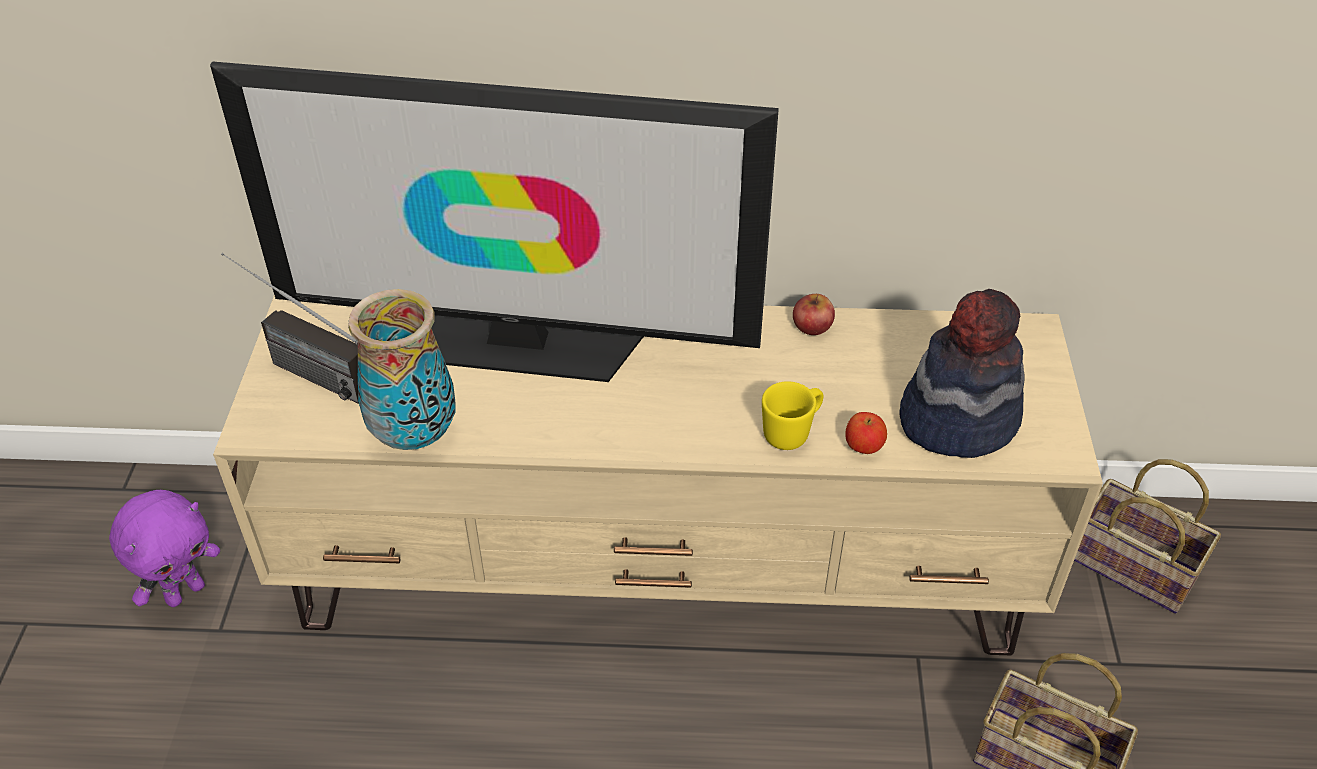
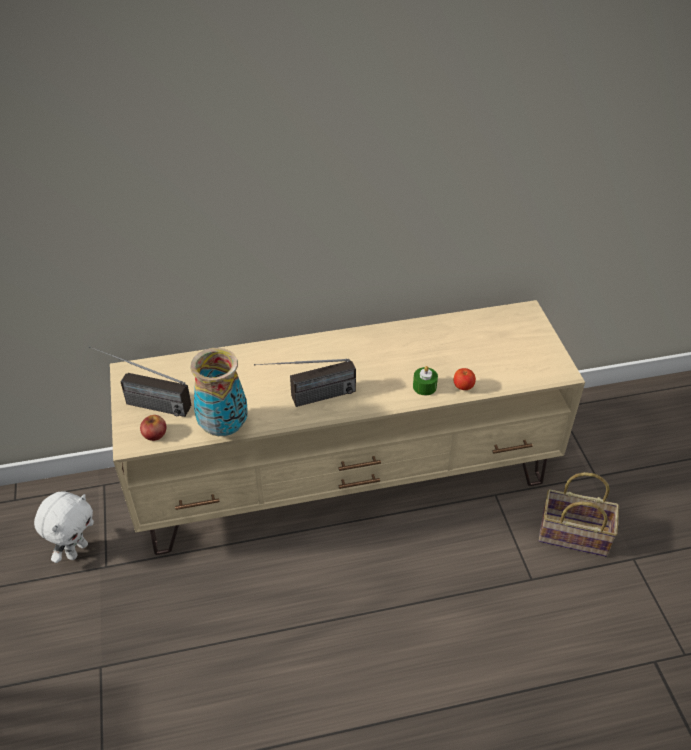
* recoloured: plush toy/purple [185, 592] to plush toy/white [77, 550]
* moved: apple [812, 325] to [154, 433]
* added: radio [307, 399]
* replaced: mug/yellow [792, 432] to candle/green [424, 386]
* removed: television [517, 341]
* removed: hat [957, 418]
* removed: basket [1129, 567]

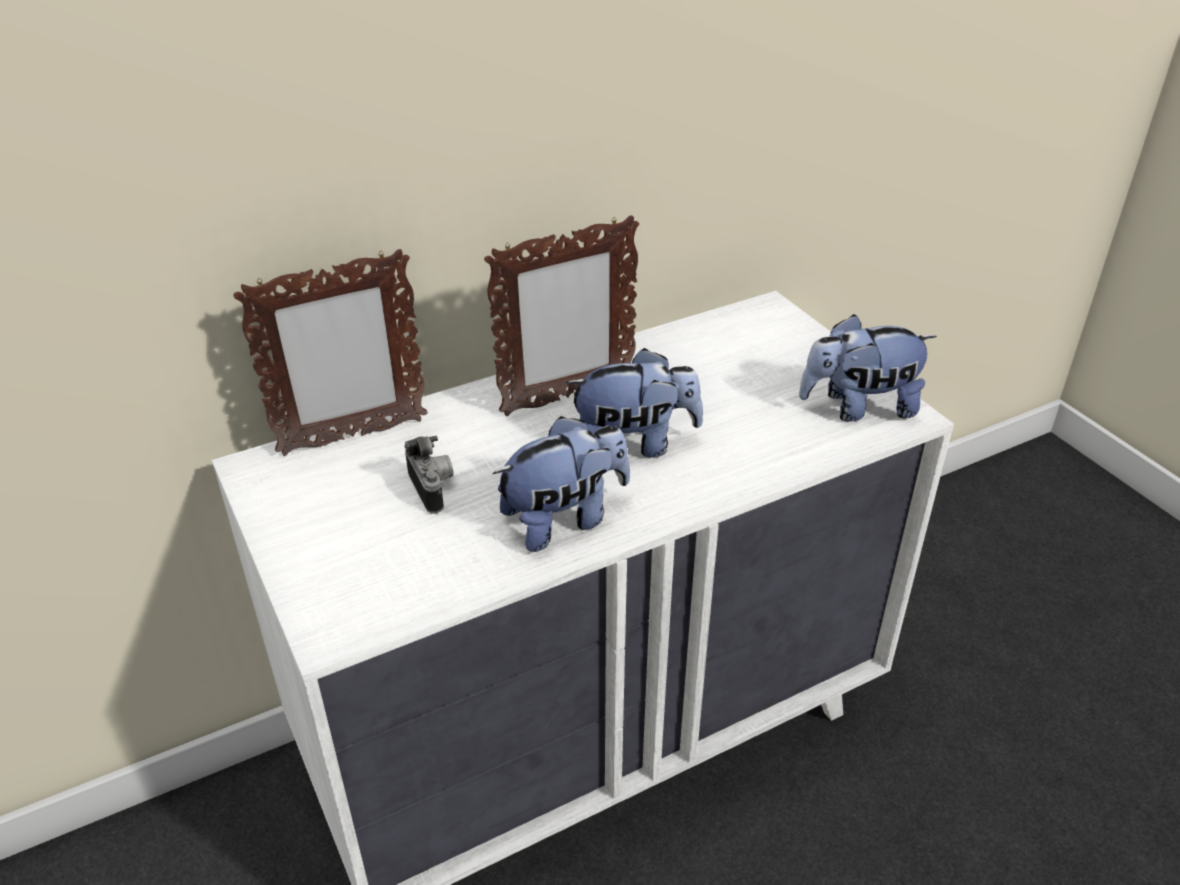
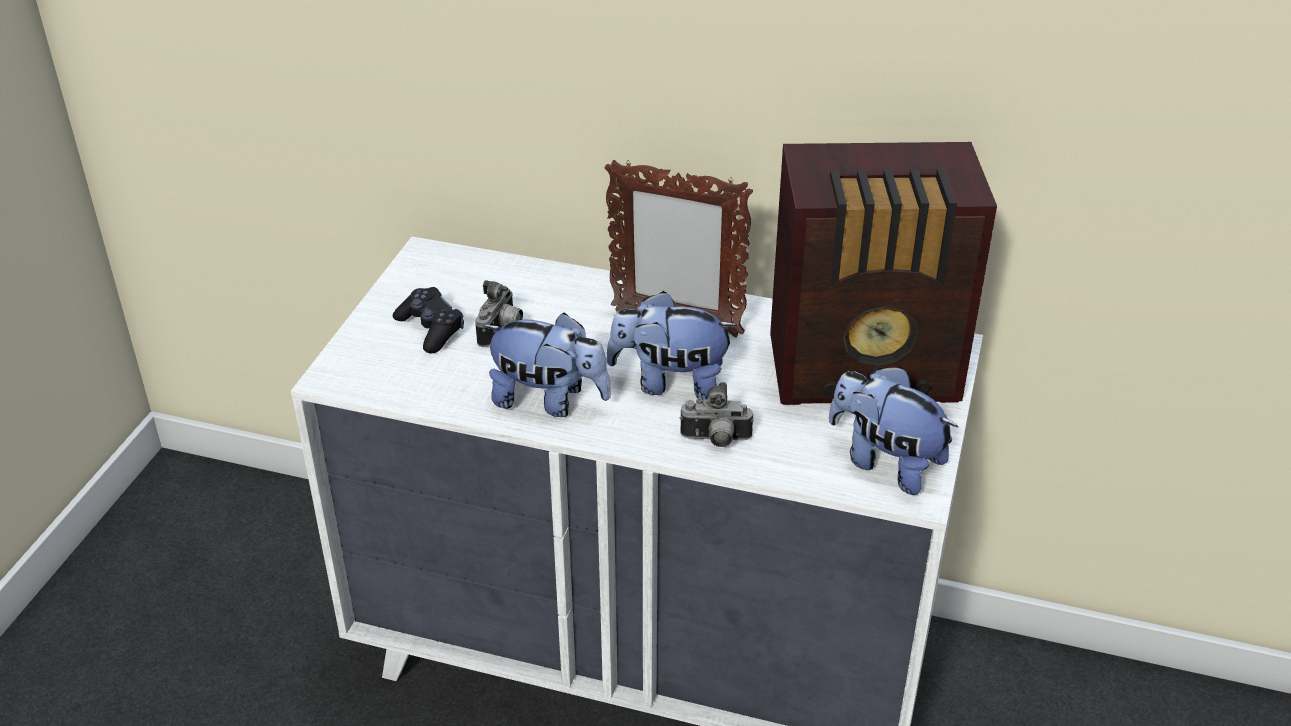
* added: game controller/black [431, 329]
* turned: plush toy [634, 445] = [670, 383] 150 degrees clockwise
* added: photo camera [715, 440]
* added: radio [868, 371]
* removed: picture frame [352, 437]

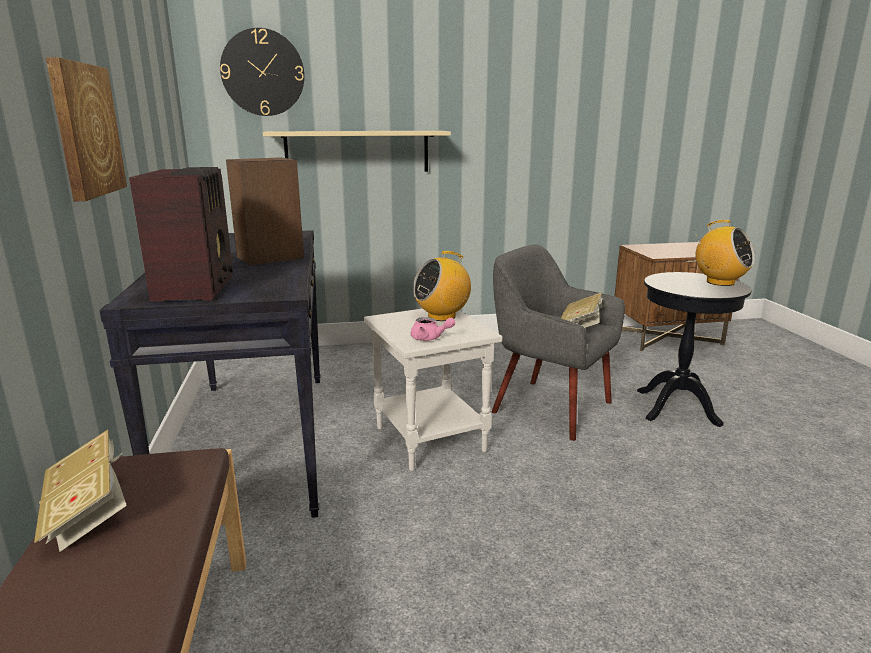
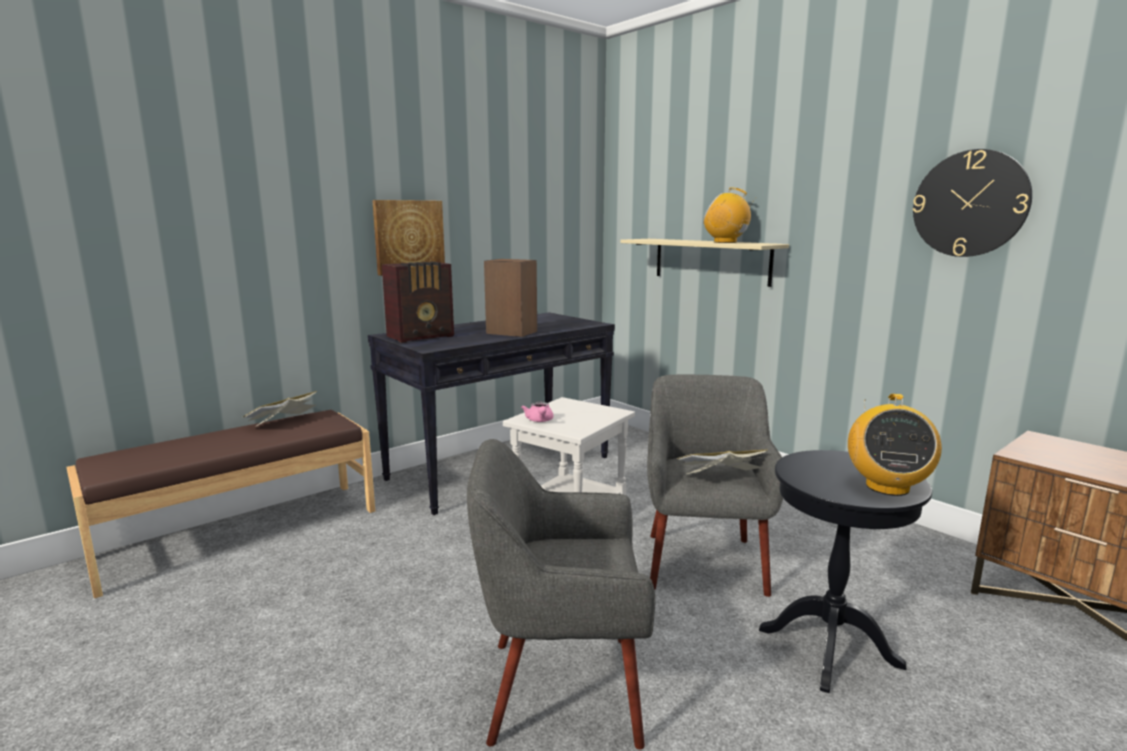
* added: armchair/grey [561, 688]
* moved: radio [442, 316] to [725, 242]
* moved: wall clock [263, 73] to [970, 204]

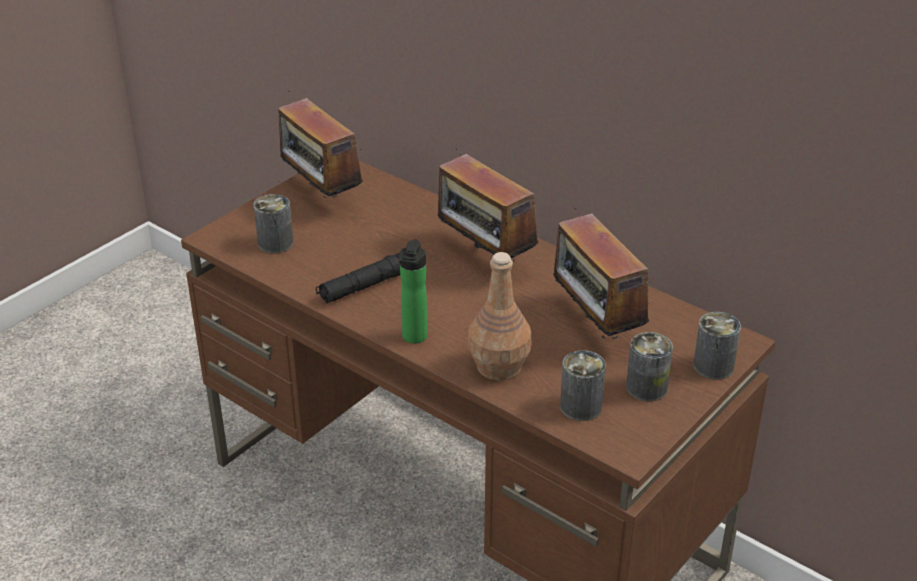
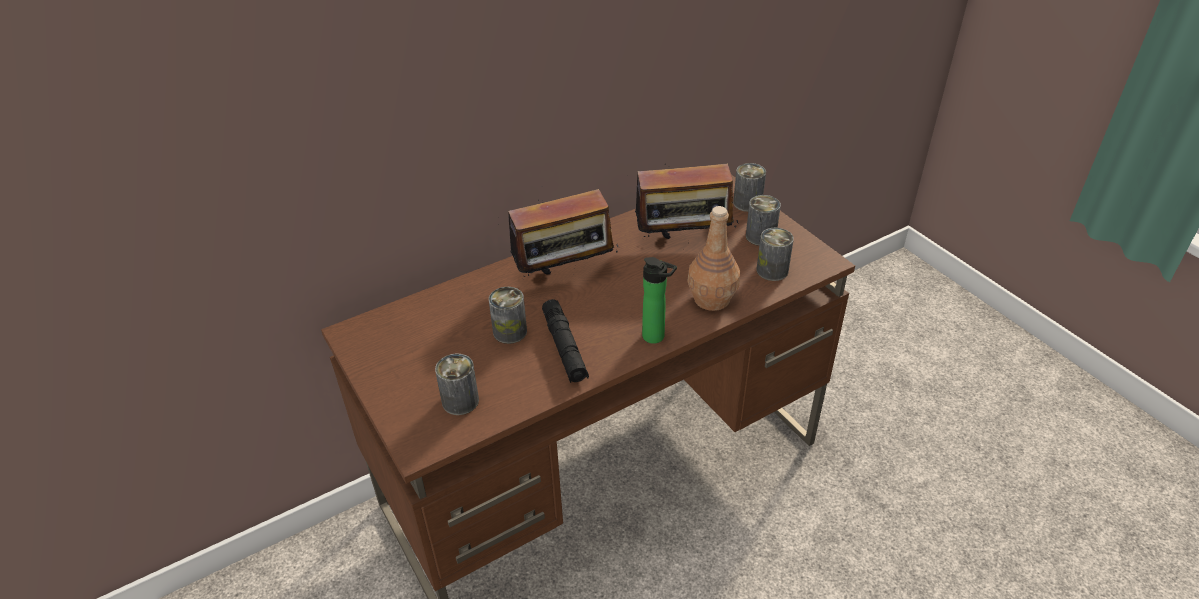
* added: can [510, 331]
* removed: radio [321, 197]

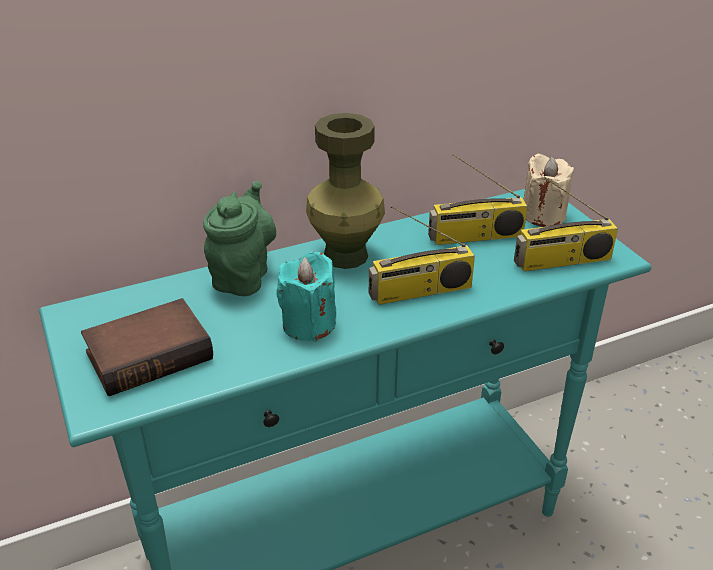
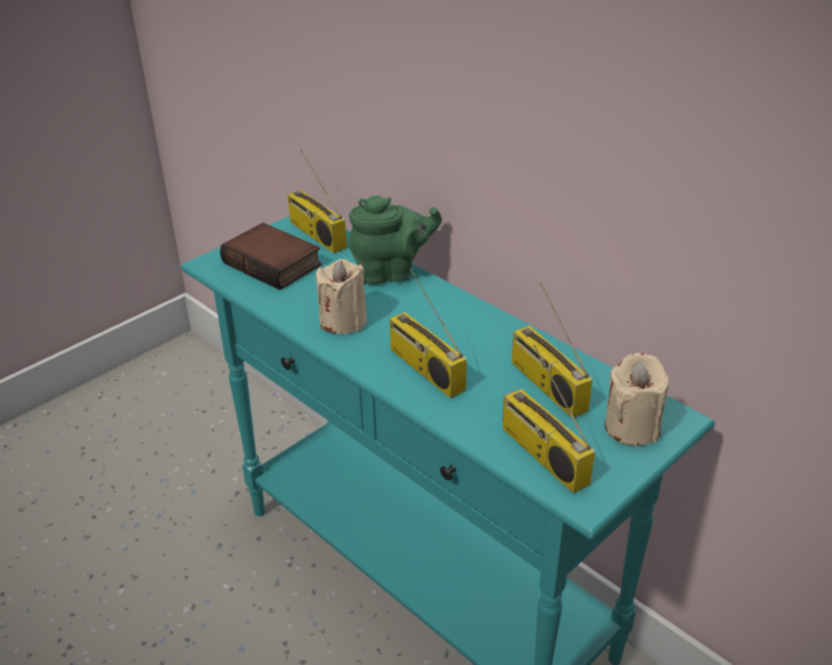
* added: radio [315, 234]
* recoloured: candle/turquoise [309, 324] to candle/beige [343, 321]
* removed: vase/green [345, 256]

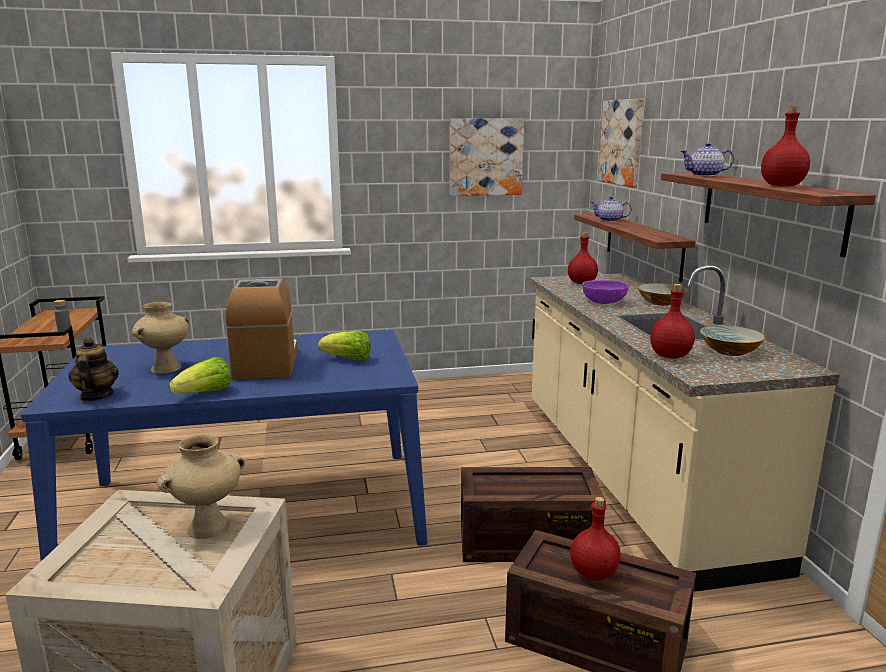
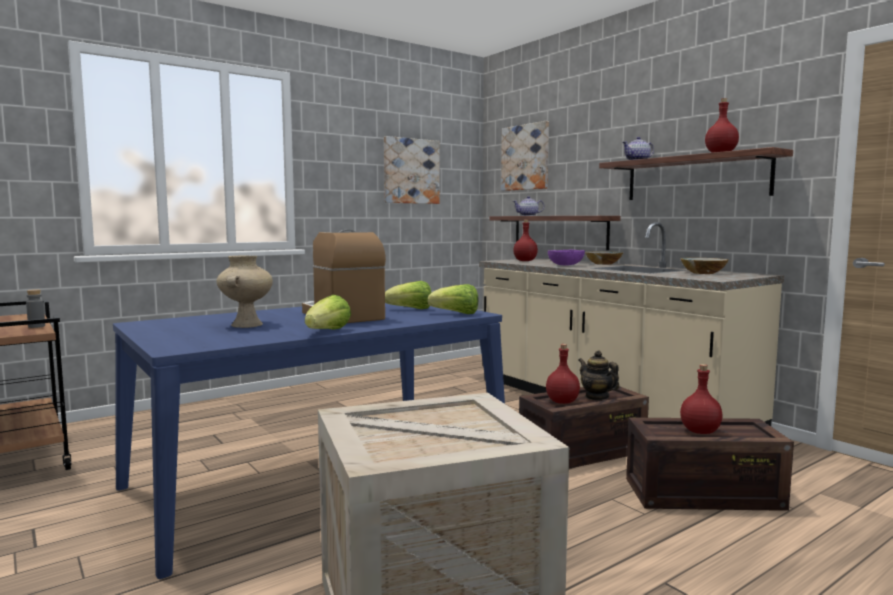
* added: lettuce [456, 314]
* moved: bottle/red [670, 356] to [562, 401]
* moved: teapot [96, 396] to [597, 397]
* removed: vase/beige [209, 526]

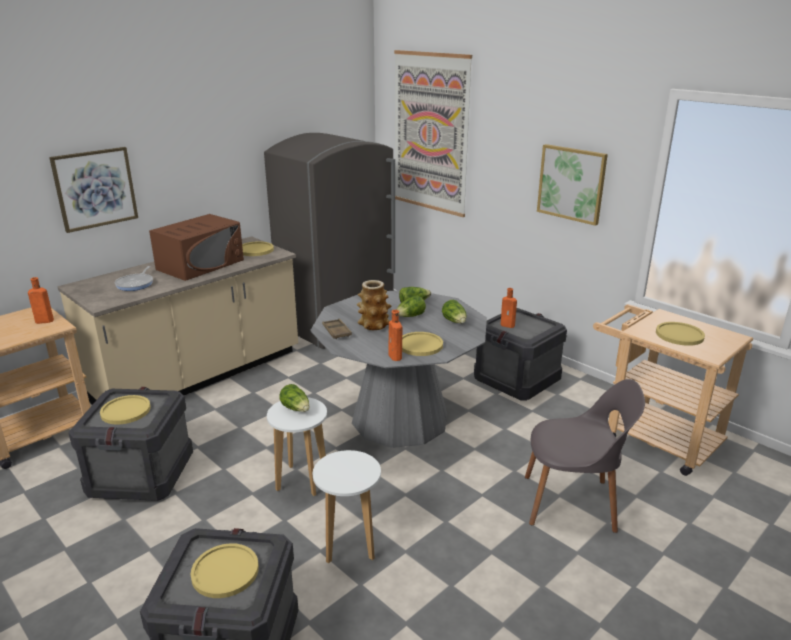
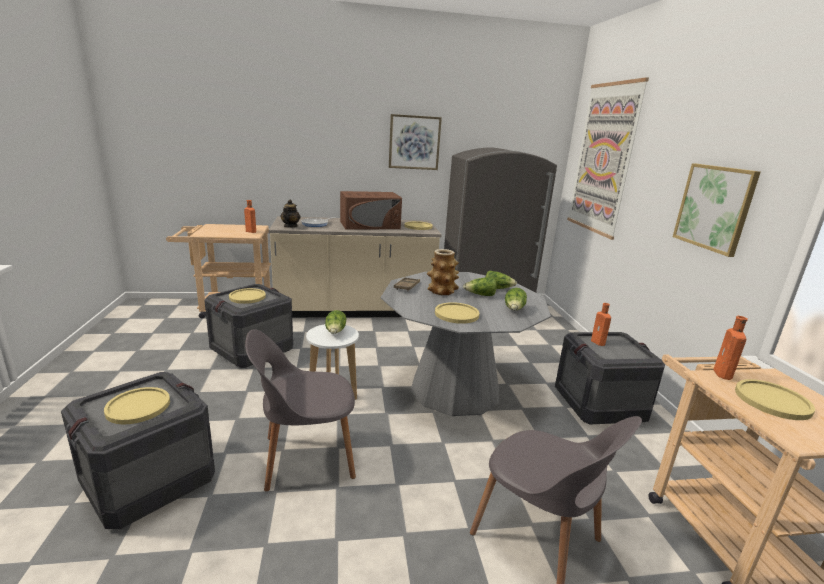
* replaced: stool/white [349, 545] to chair/grey [305, 457]
* added: teapot [290, 226]
* moved: picture [95, 188] to [414, 142]
* moved: bottle/orange [395, 357] to [723, 375]

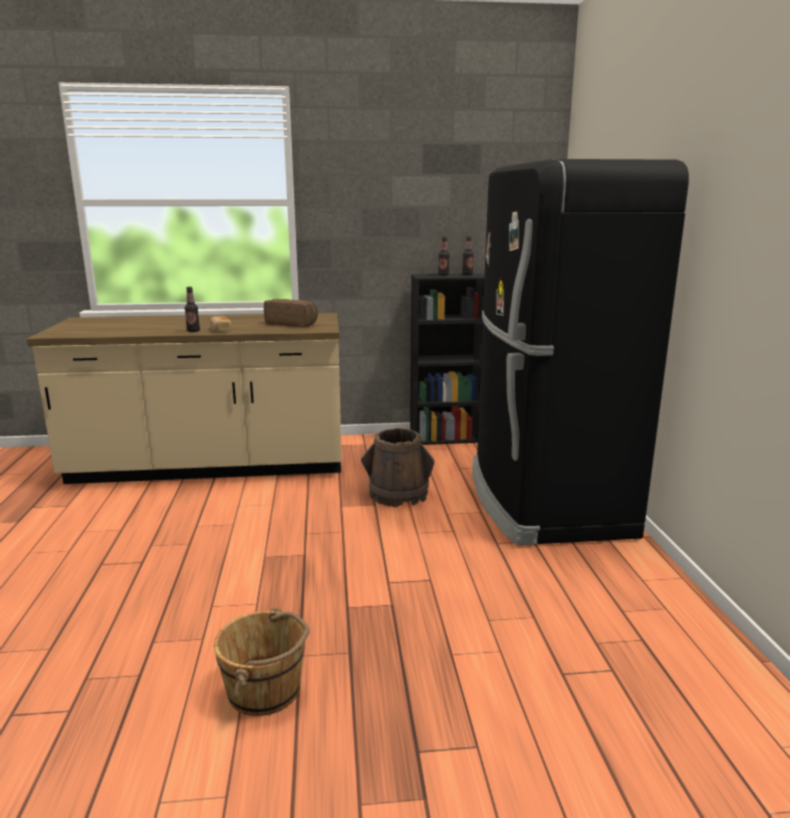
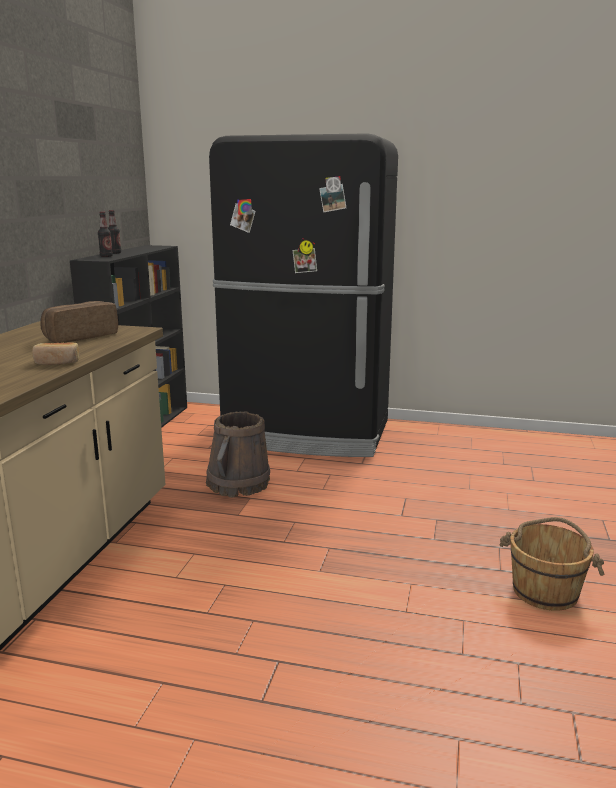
* removed: bottle [193, 331]

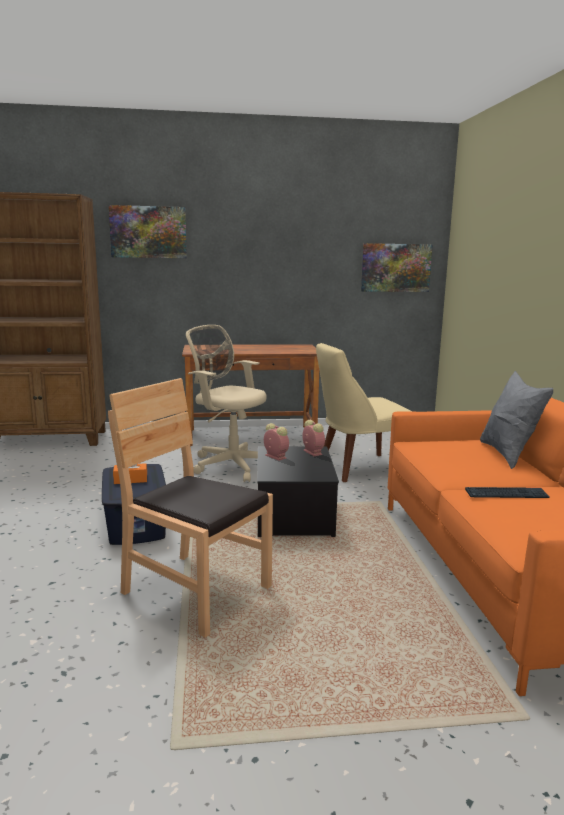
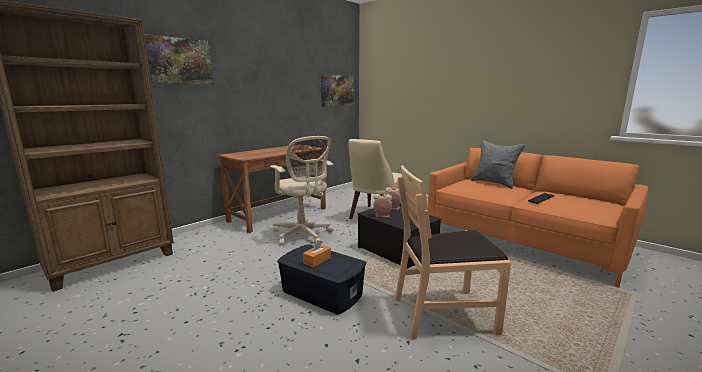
* turned: office chair/beige [230, 464] = [303, 235] 120 degrees counterclockwise

